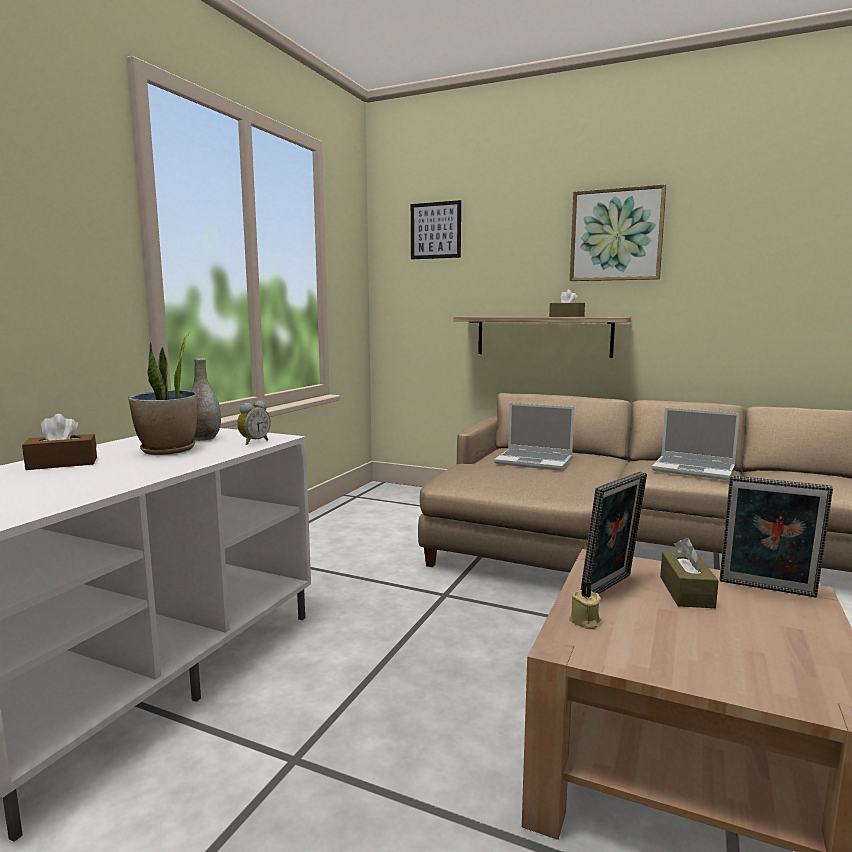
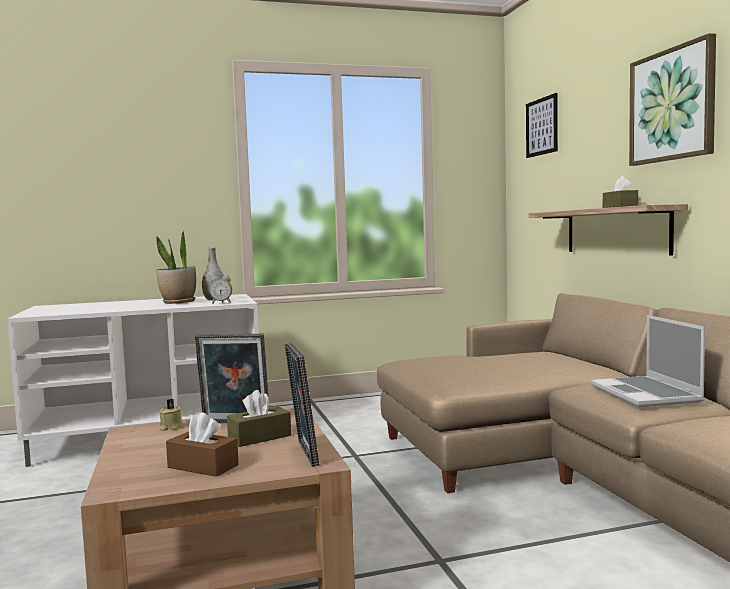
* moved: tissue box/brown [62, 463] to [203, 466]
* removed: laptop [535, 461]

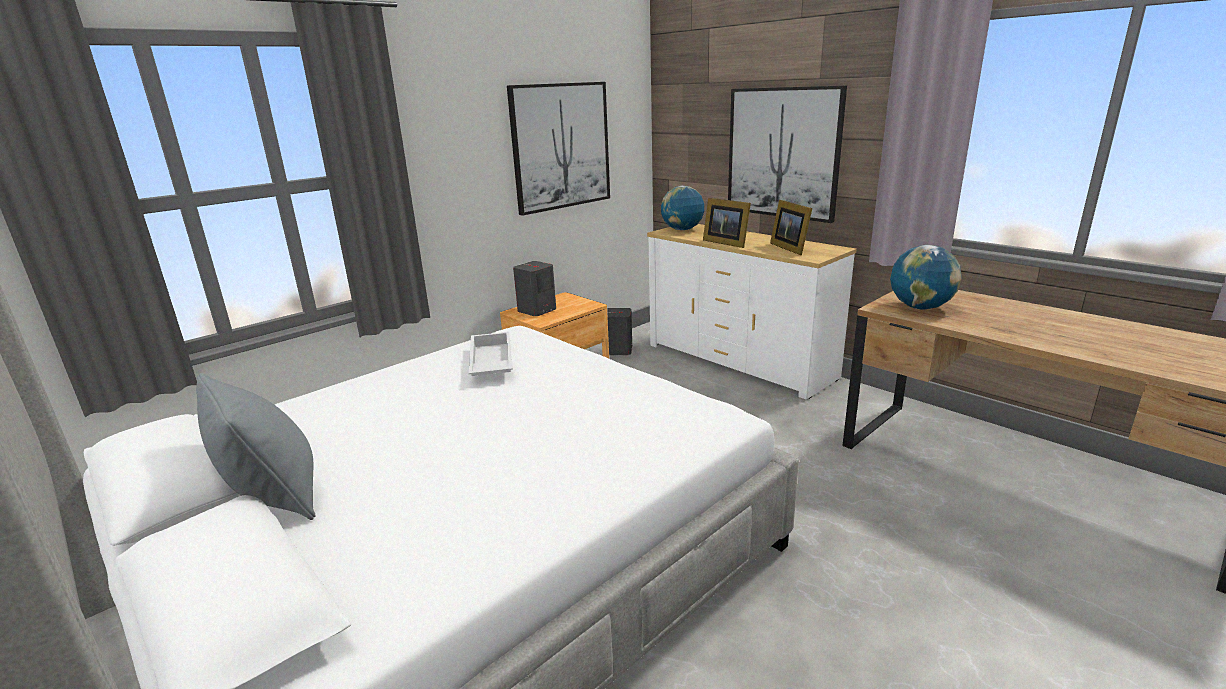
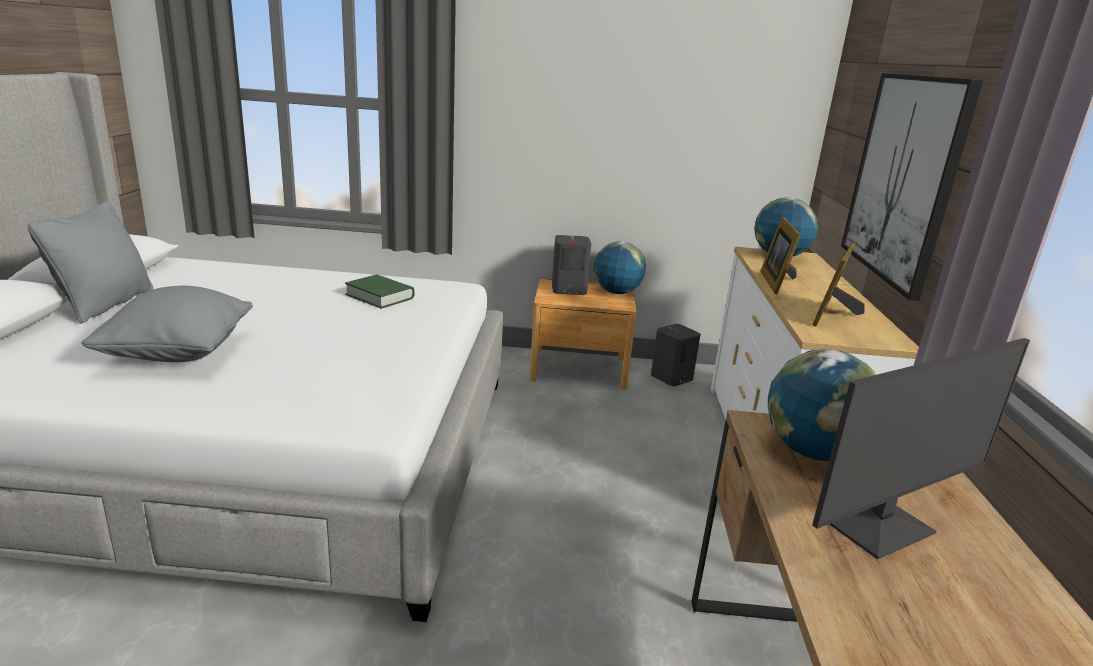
* added: pillow/grey [179, 353]
* replaced: tray/white [490, 363] to book/green [380, 296]
* added: globe [616, 292]
* added: monitor [878, 525]
* removed: picture [561, 146]

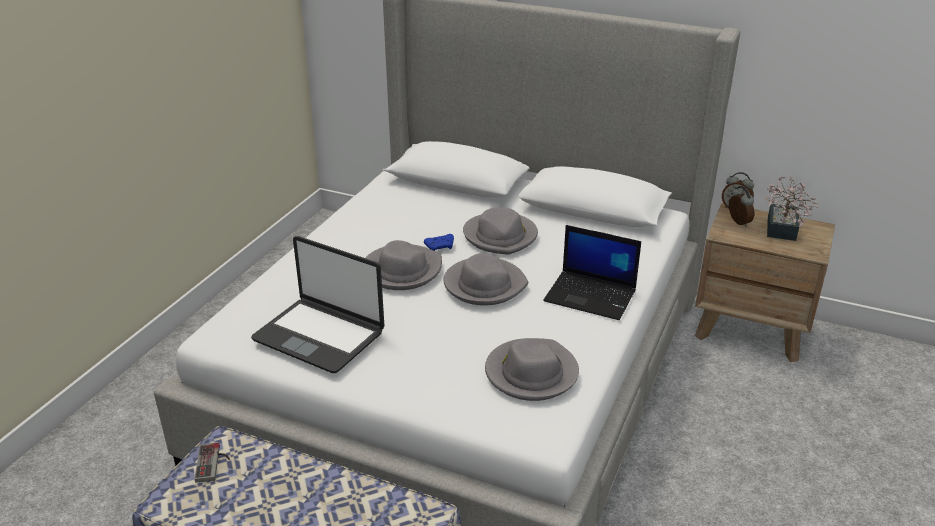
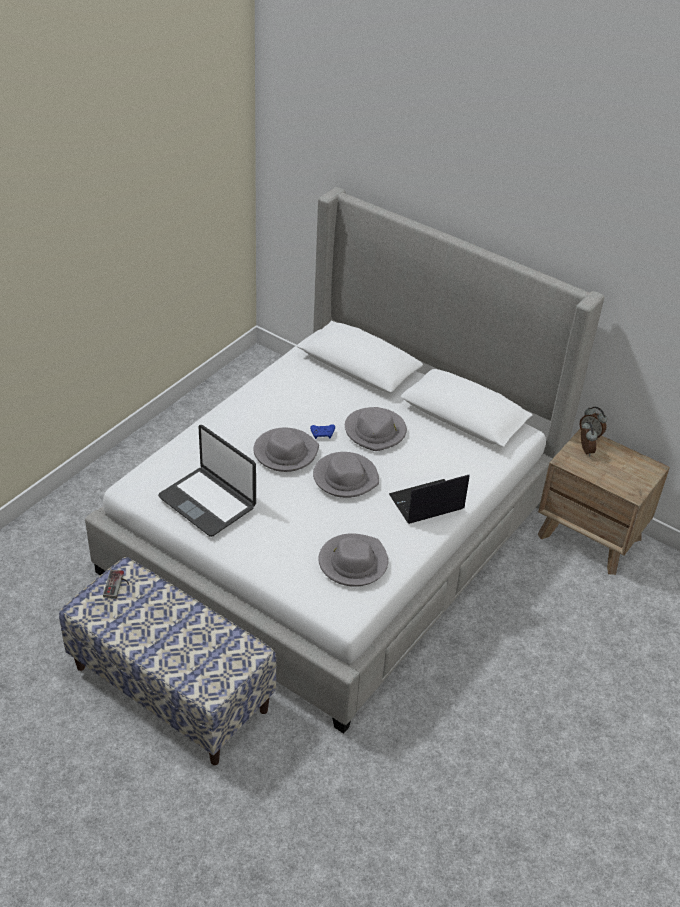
* turned: laptop [591, 295] = [426, 503] 120 degrees clockwise
* removed: potted plant [780, 231]

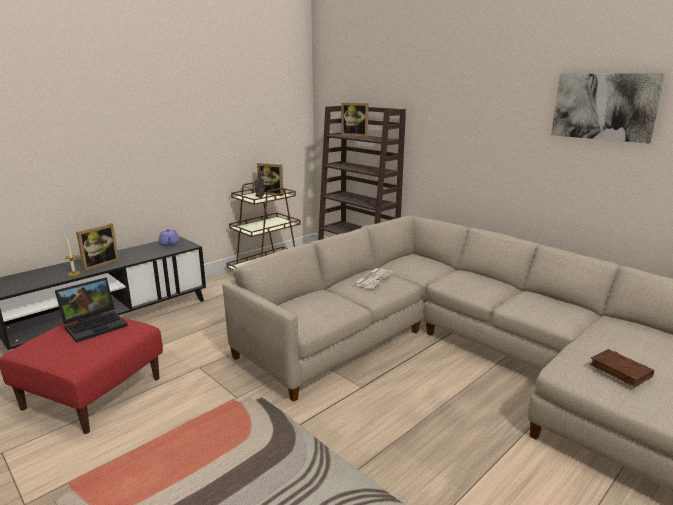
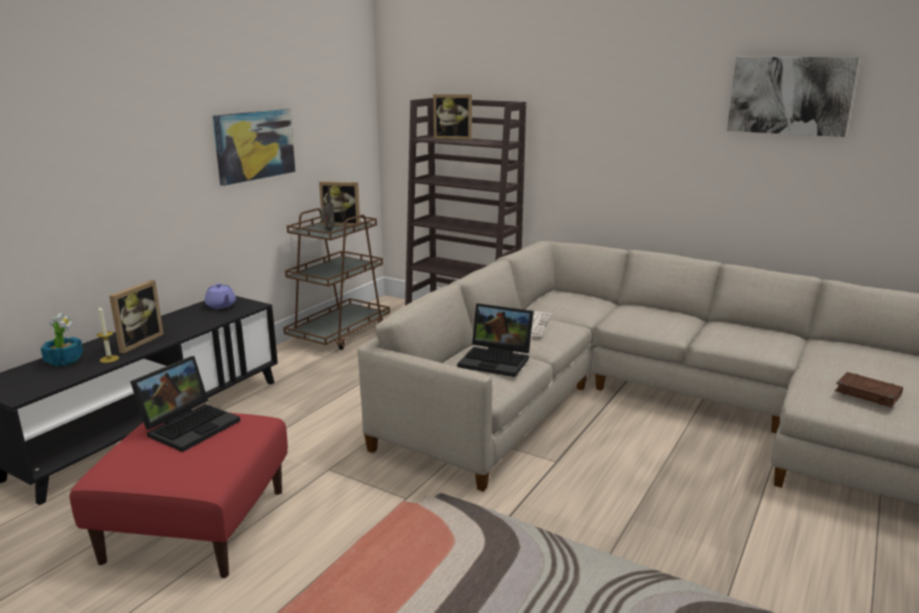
* added: potted plant [64, 360]
* added: picture [254, 145]
* added: laptop [497, 360]

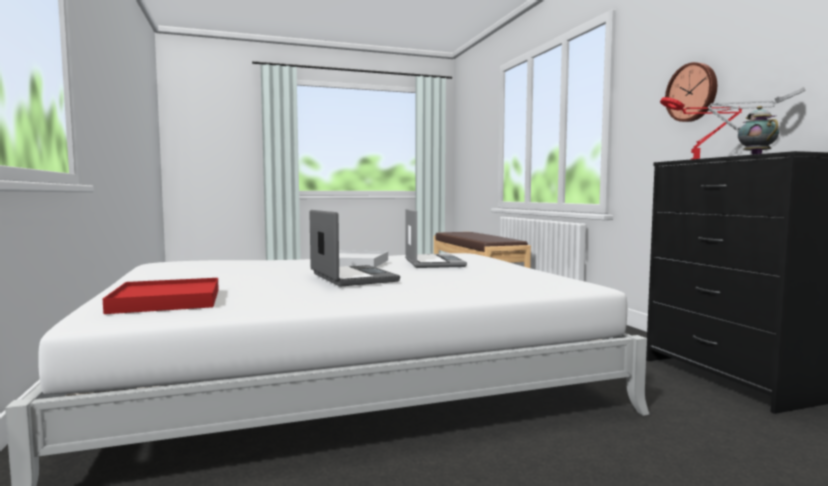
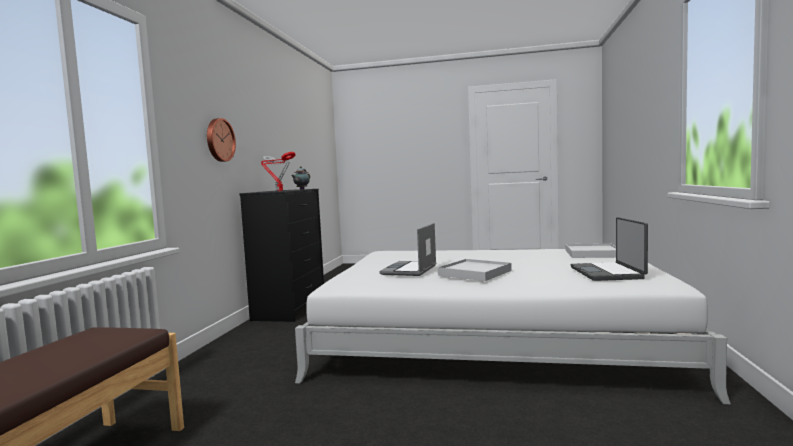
* recoloured: tray/red [167, 301] to tray/white [592, 253]
* moved: laptop [351, 278] to [608, 273]

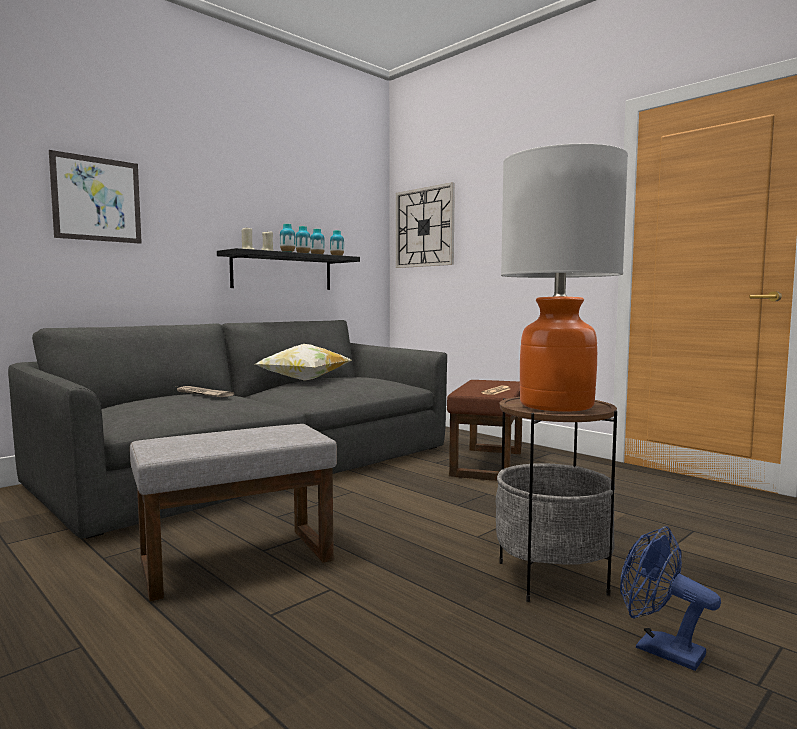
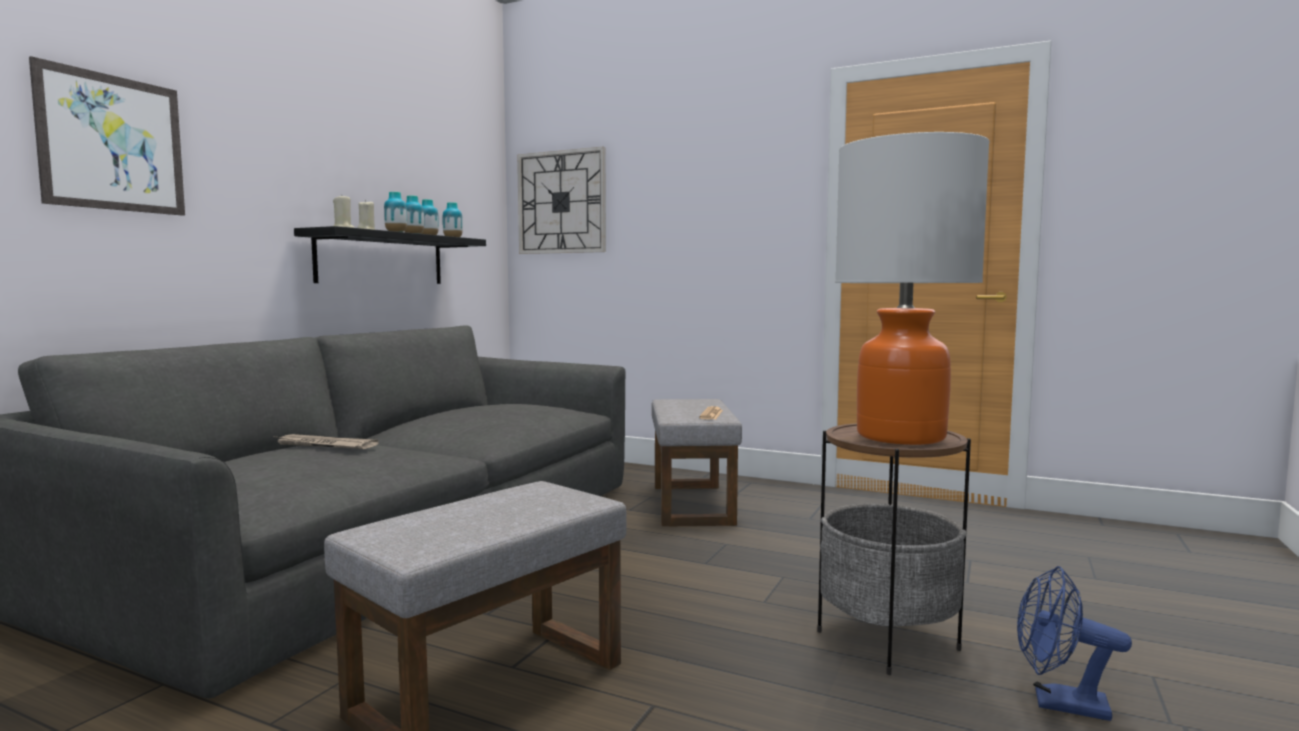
* recoloured: ottoman/brown [487, 463] to ottoman/grey [690, 504]
* removed: pillow [304, 380]

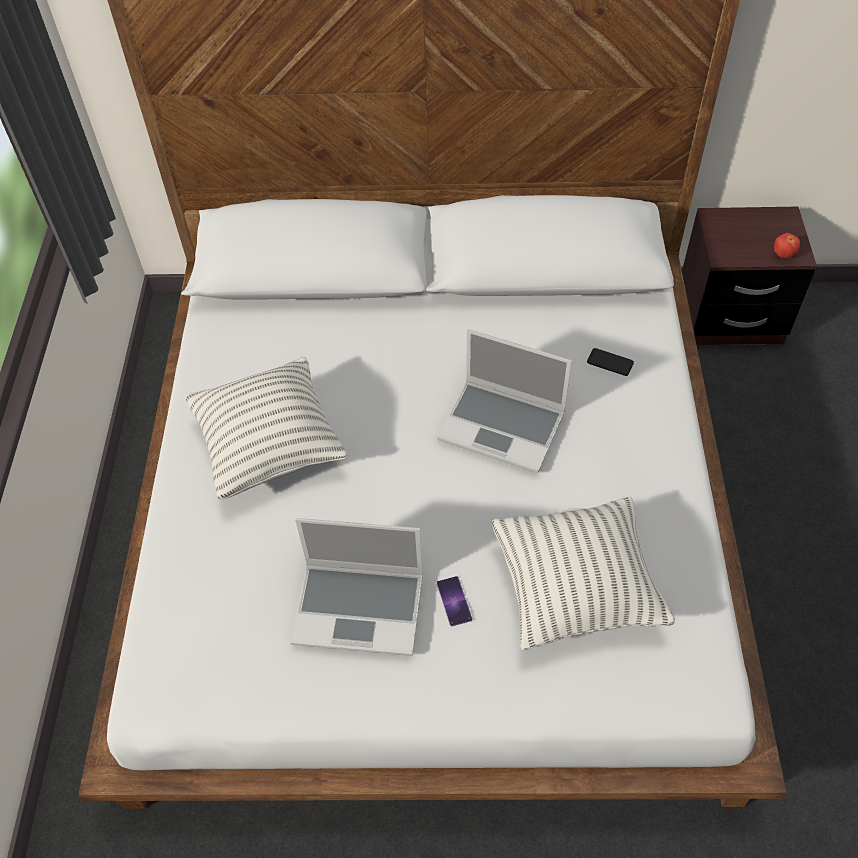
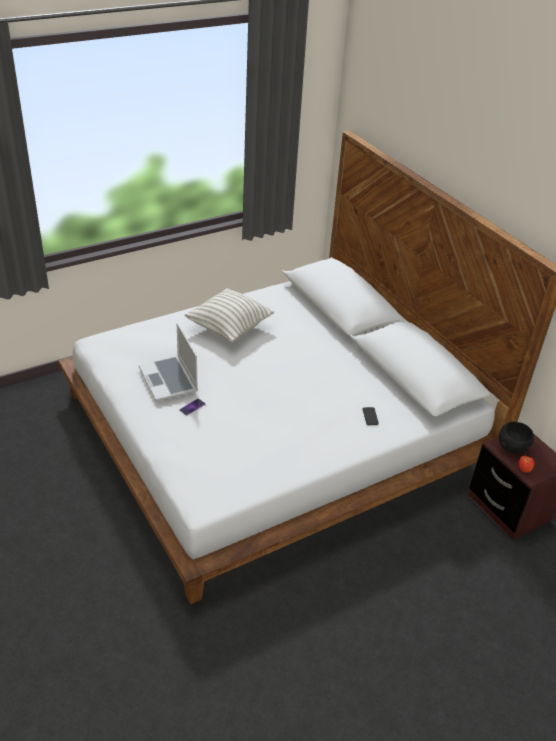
* added: bowl/black [512, 448]
* removed: laptop [504, 426]
* removed: pillow [575, 589]

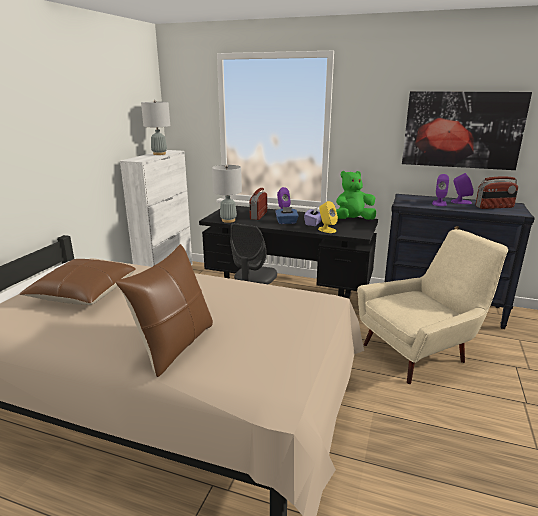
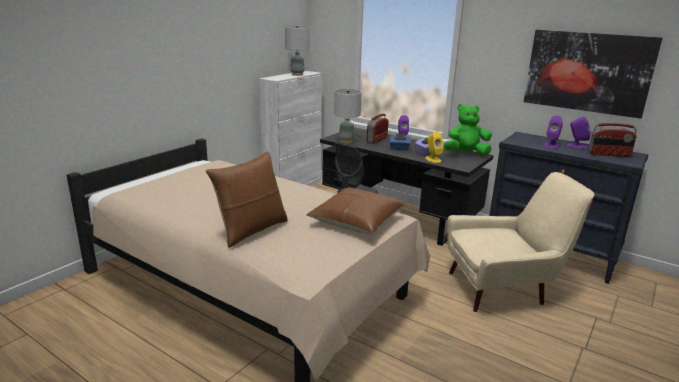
* moved: pillow/brown [83, 293] to [356, 221]

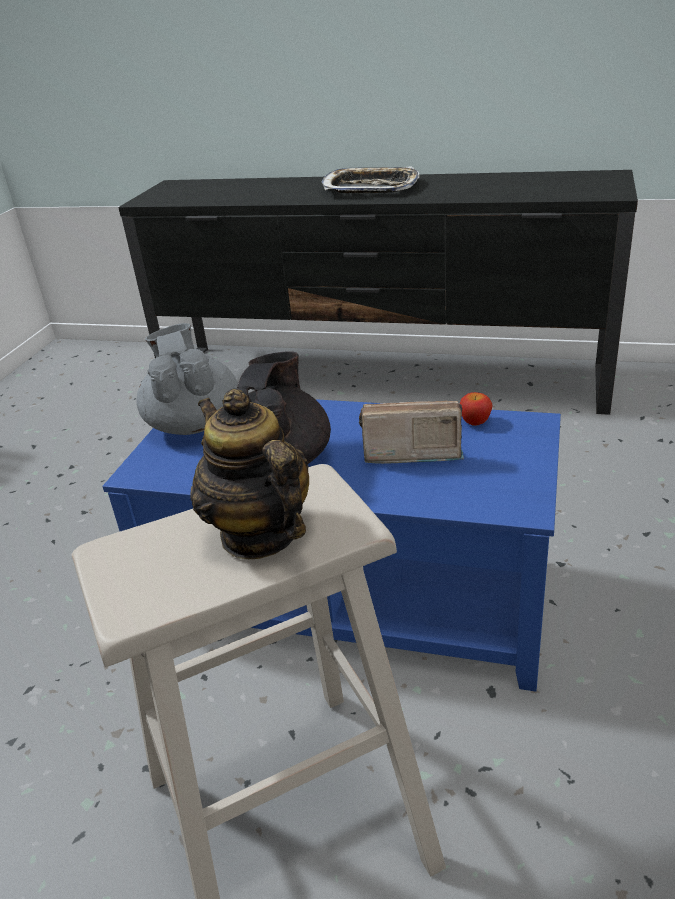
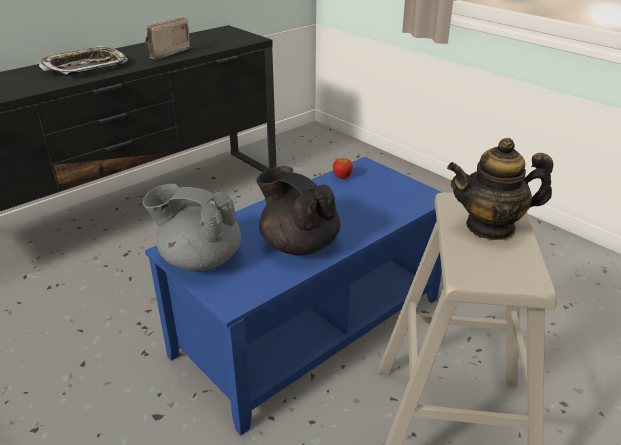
* moved: radio [409, 452] to [164, 53]

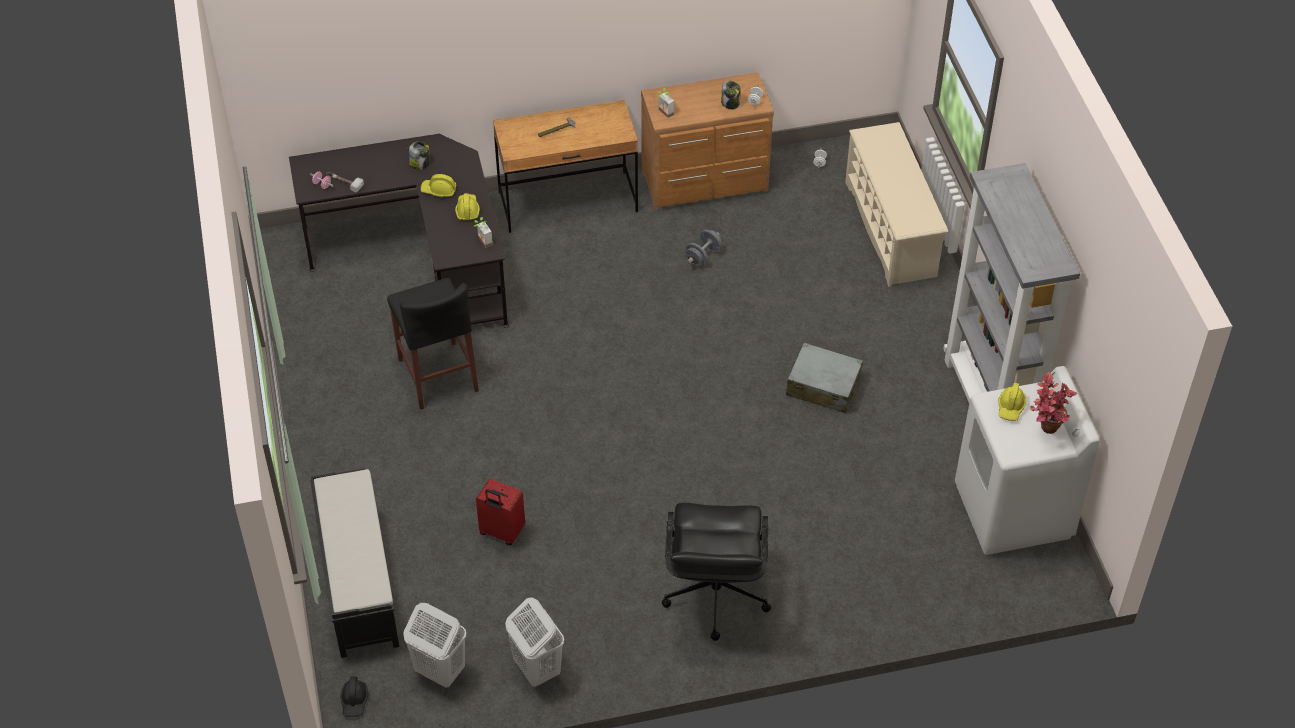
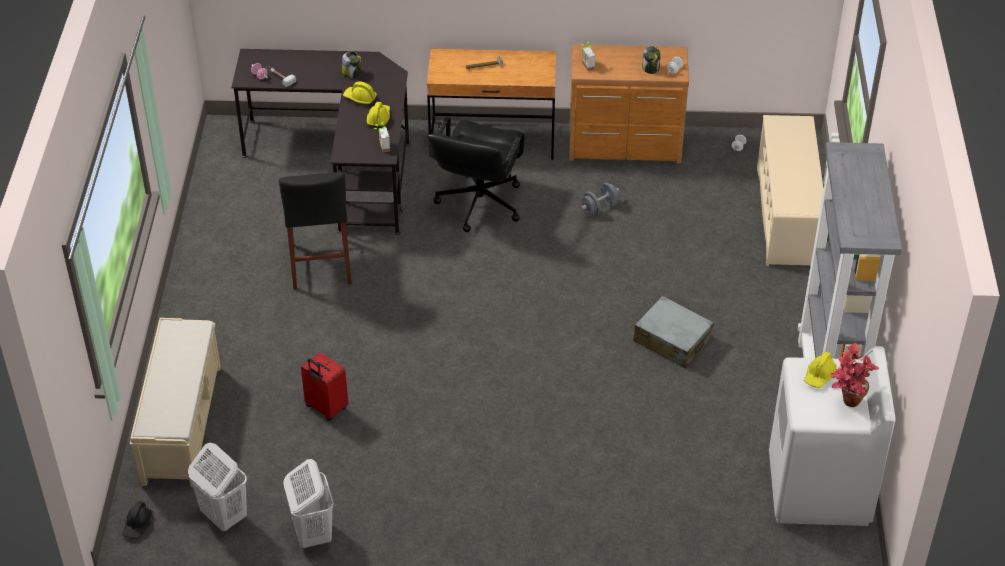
* recoloured: bench/black [358, 581] to bench/beige [182, 423]
* moved: office chair/black [714, 596] to [478, 204]

